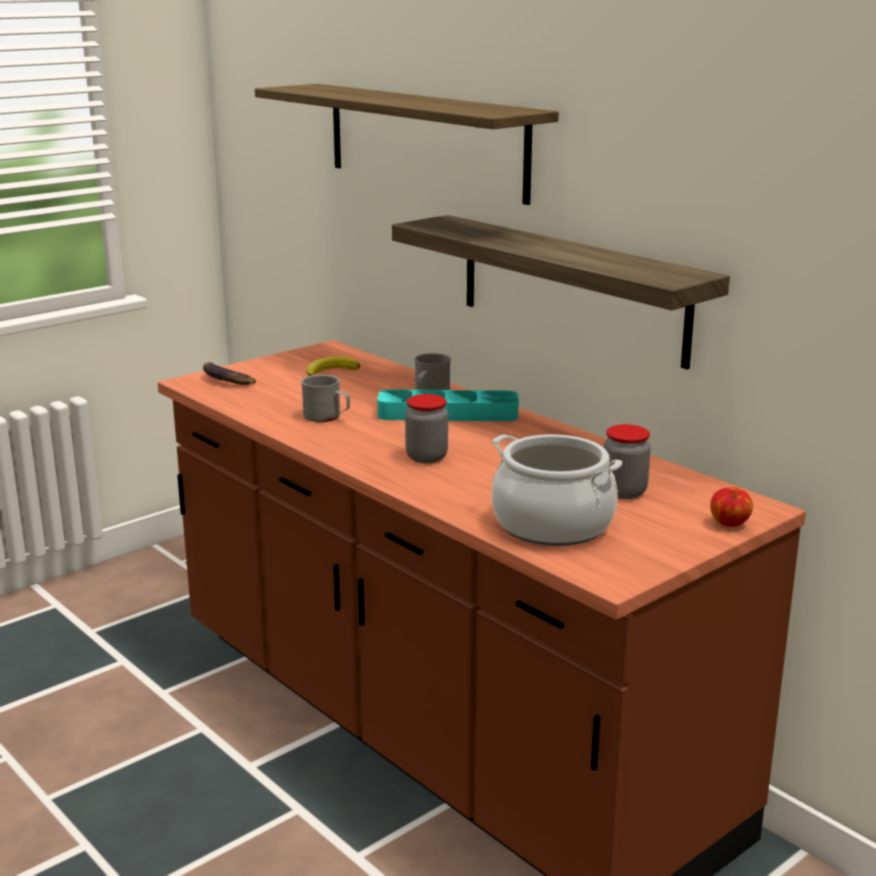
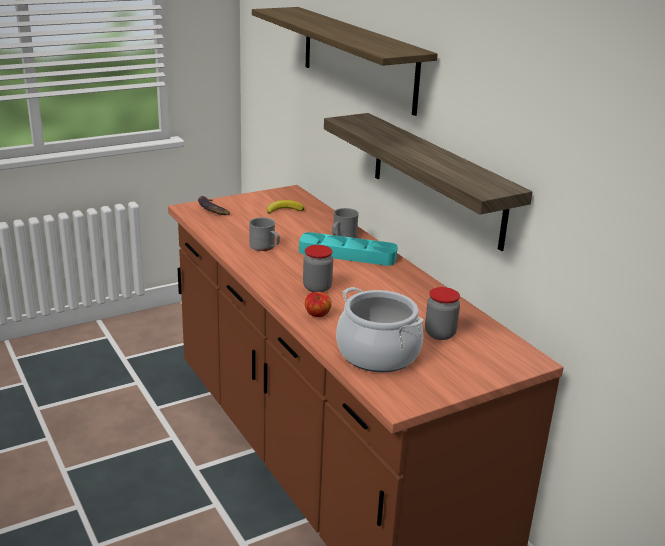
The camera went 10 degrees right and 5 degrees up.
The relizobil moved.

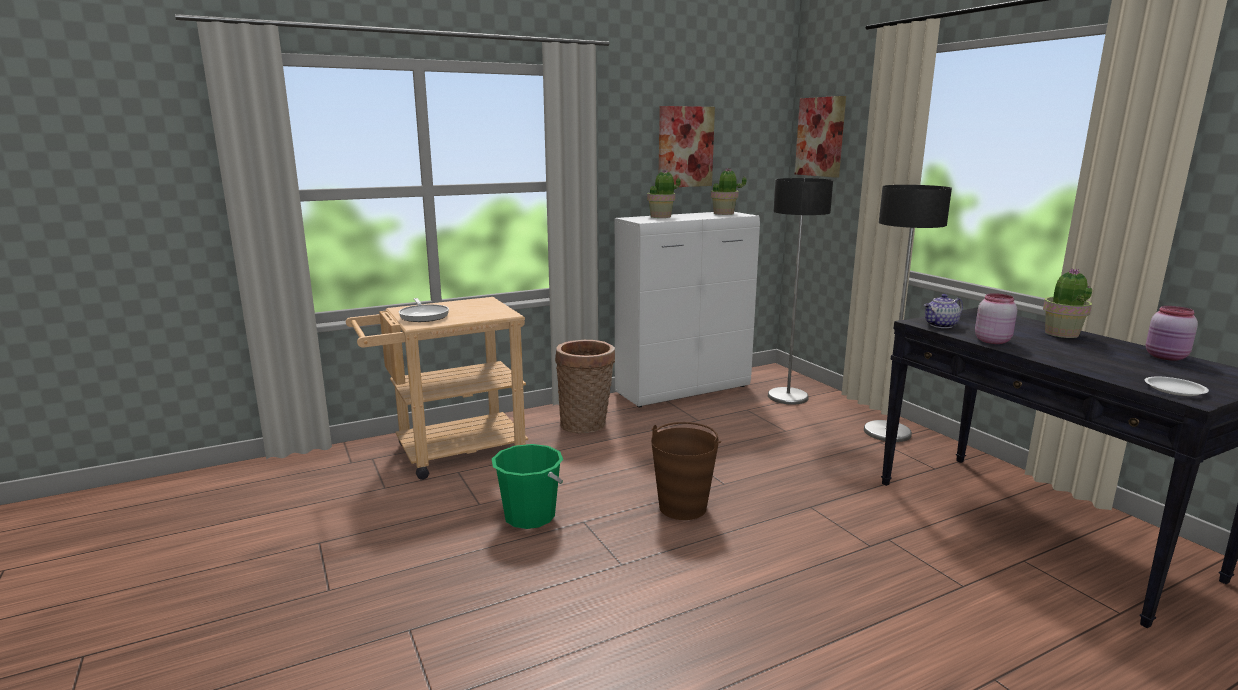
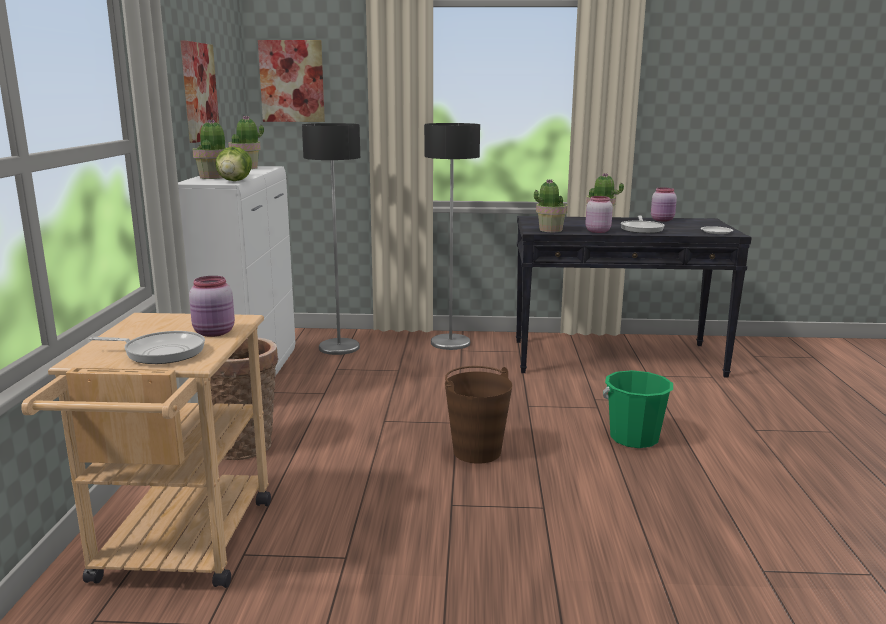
The camera went 60 degrees left and 0 degrees up.
The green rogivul moved.
The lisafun was replaced by the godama (3rd from left).
The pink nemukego (1st from left) appeared.
The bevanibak appeared.
The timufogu (2nd from left) appeared.

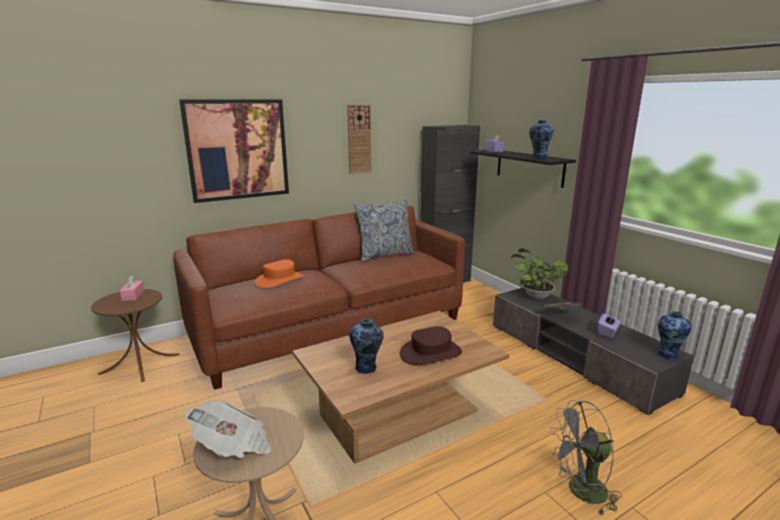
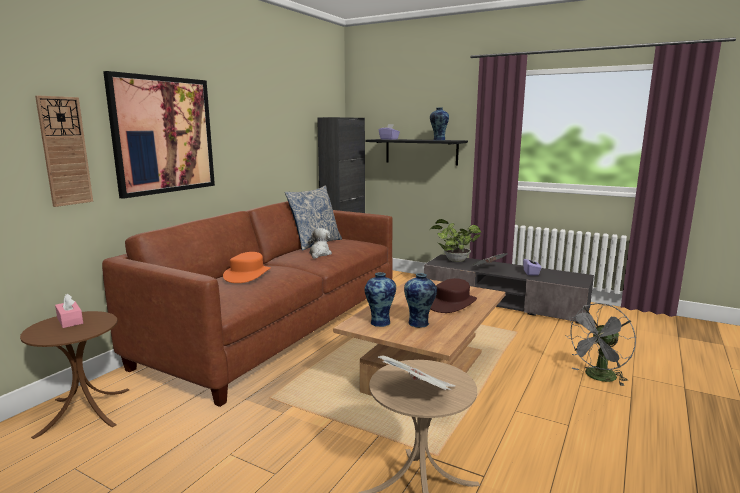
The camera went 30 degrees left and 5 degrees down.
The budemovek moved.
The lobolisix (3rd from left in the first image) moved.
The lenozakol appeared.

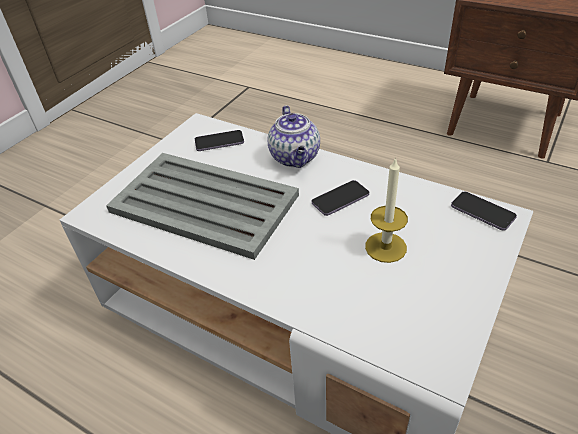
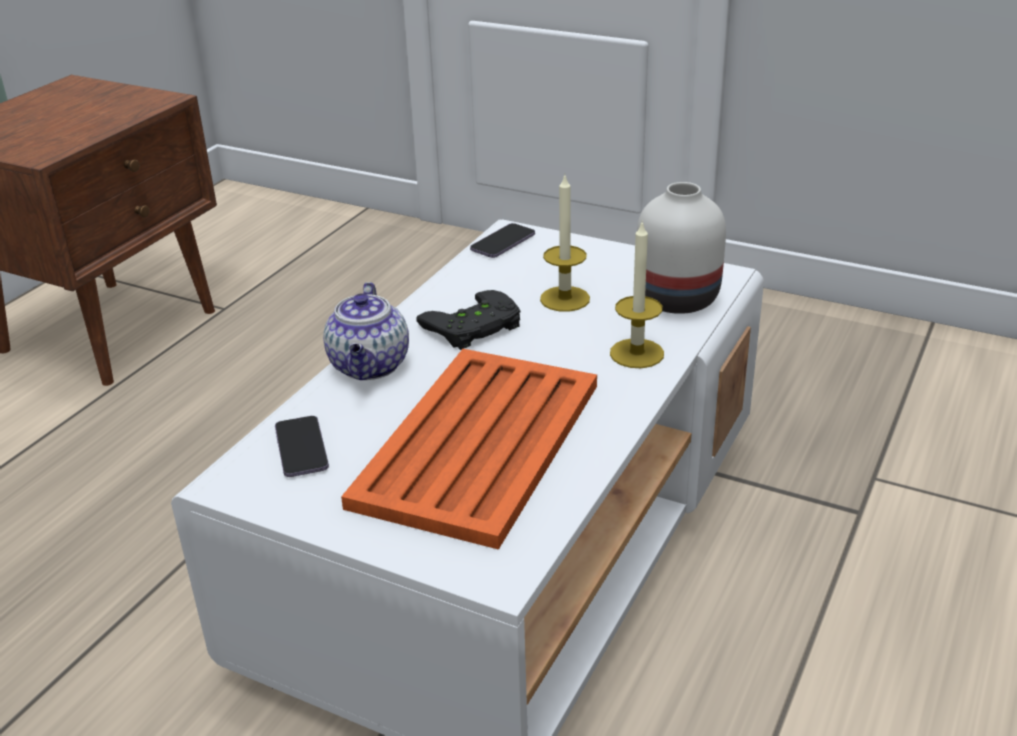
The camera went 95 degrees left and 10 degrees down.
The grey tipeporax became the orange tipeporax.
The lisafun turned 105 degrees clockwise.
The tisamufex (2nd from left) was replaced by the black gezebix.
The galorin (2nd from left) appeared.
The white lobolisix appeared.

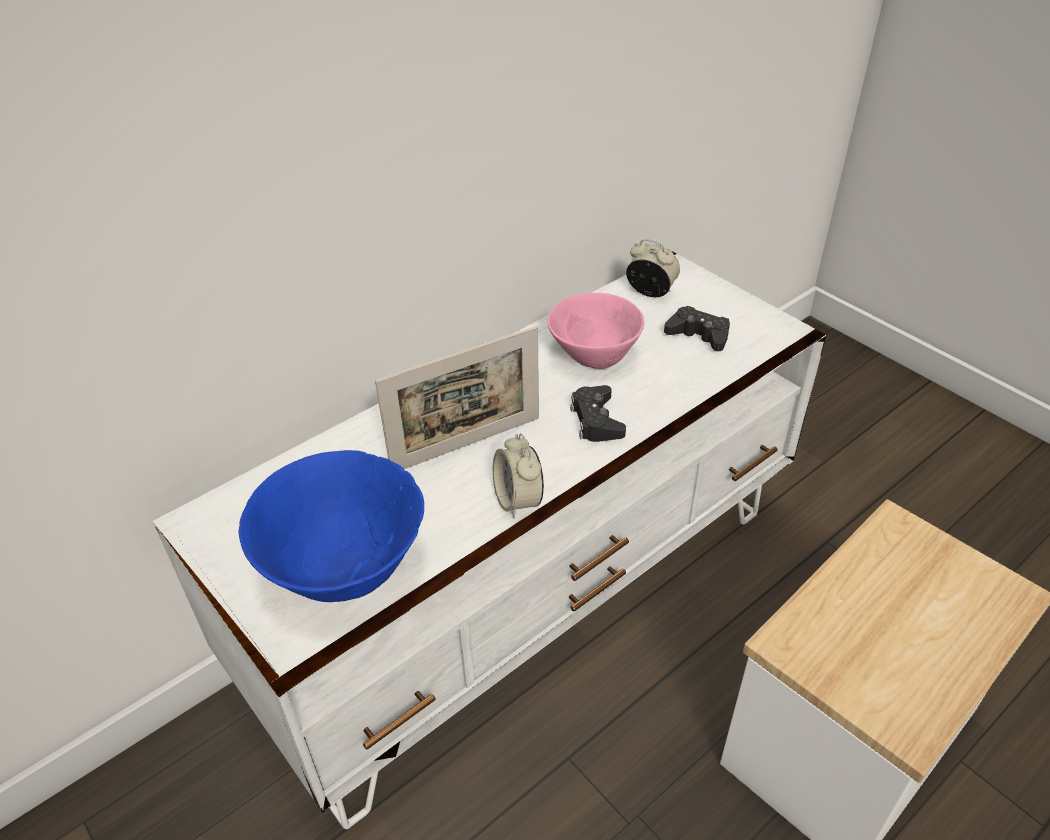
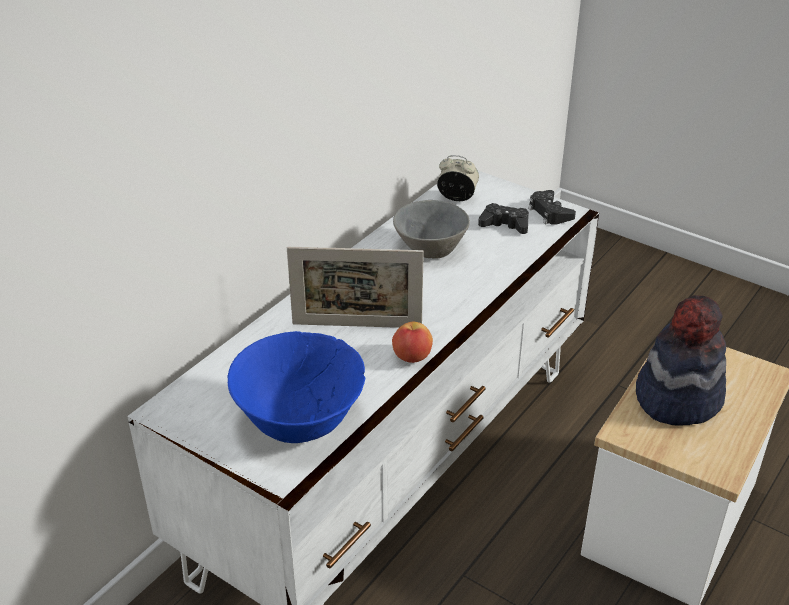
The camera went 15 degrees left and 5 degrees down.
The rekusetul turned 45 degrees clockwise.
The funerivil (1st from left) was replaced by the relizobil.
The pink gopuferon became the grey gopuferon.
The black gezebix (1st from left in the first image) moved.
The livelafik appeared.

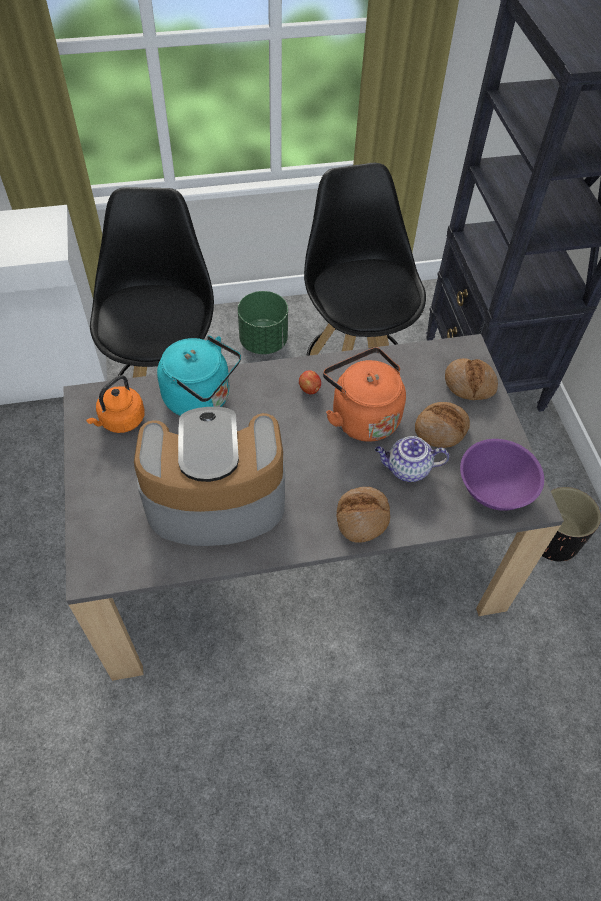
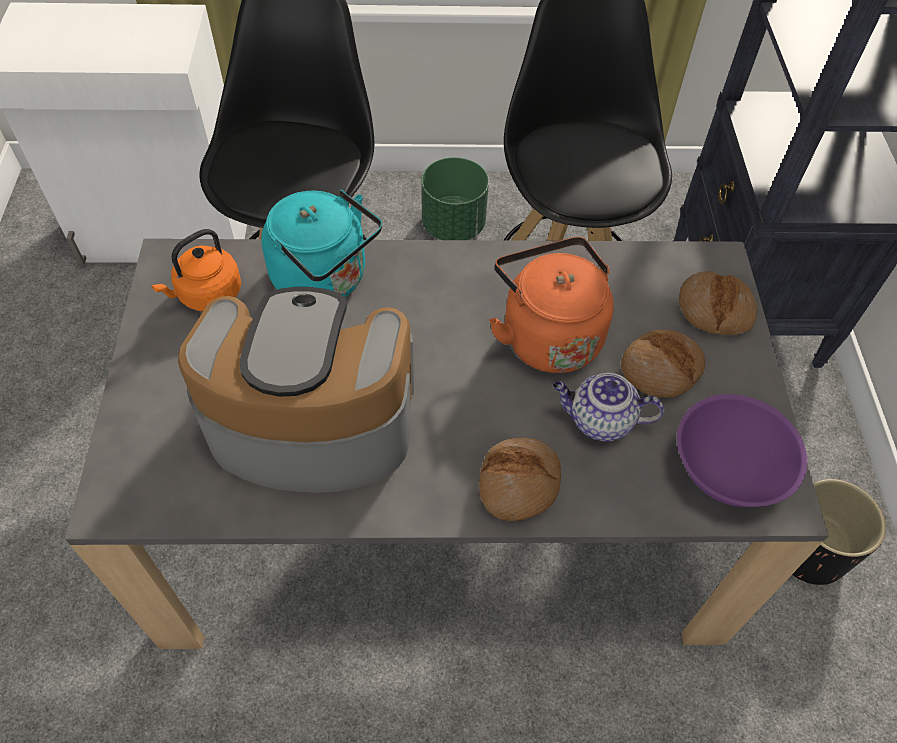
The camera went 10 degrees right and 0 degrees up.
The relizobil disappeared.

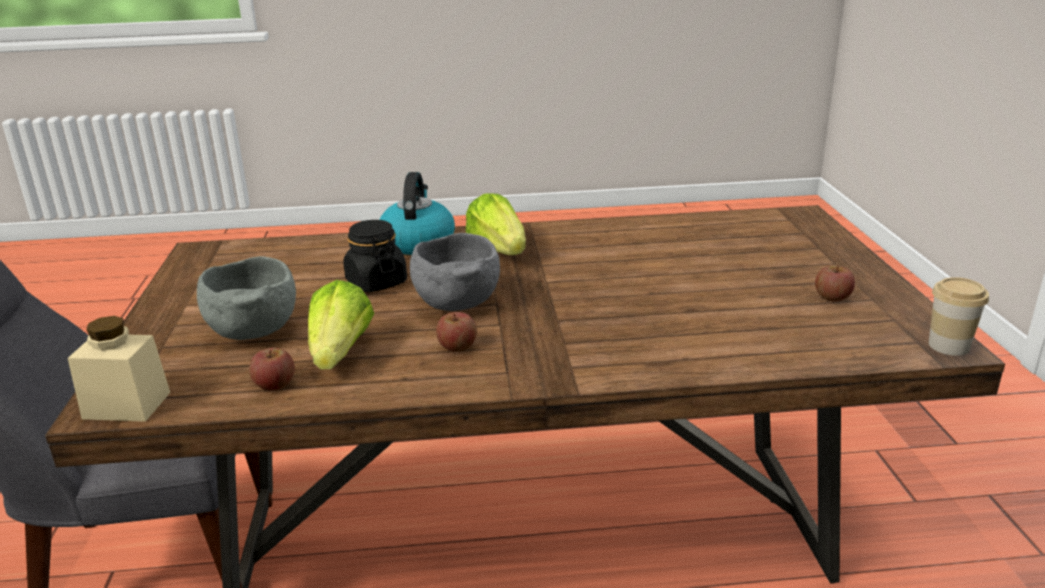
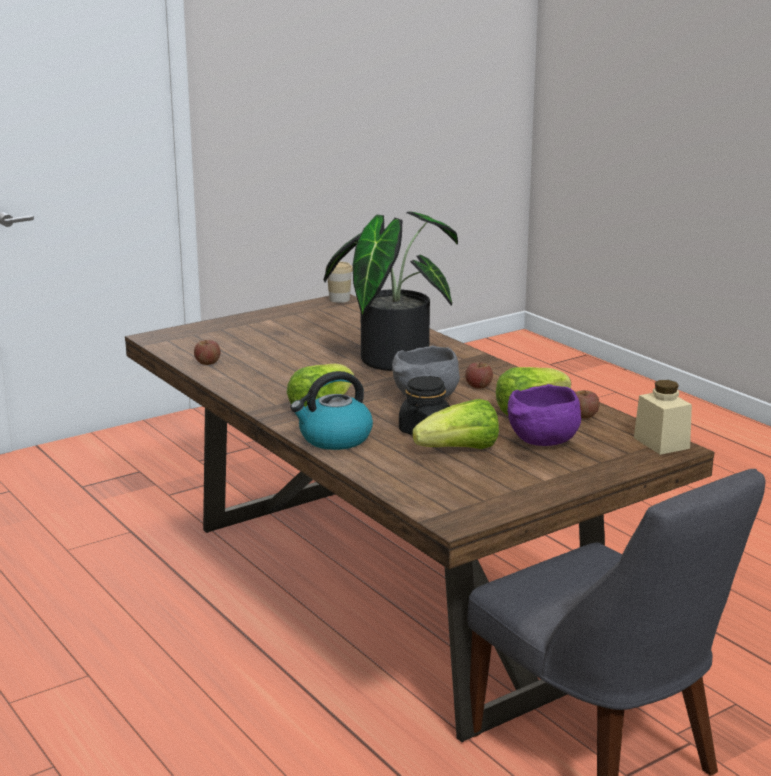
The camera went 120 degrees left and 5 degrees down.
The grey gopuferon (1st from left) became the purple gopuferon.
The relizobil (3rd from left in the first image) moved.
The godama appeared.
The bevanibak (2nd from left) appeared.

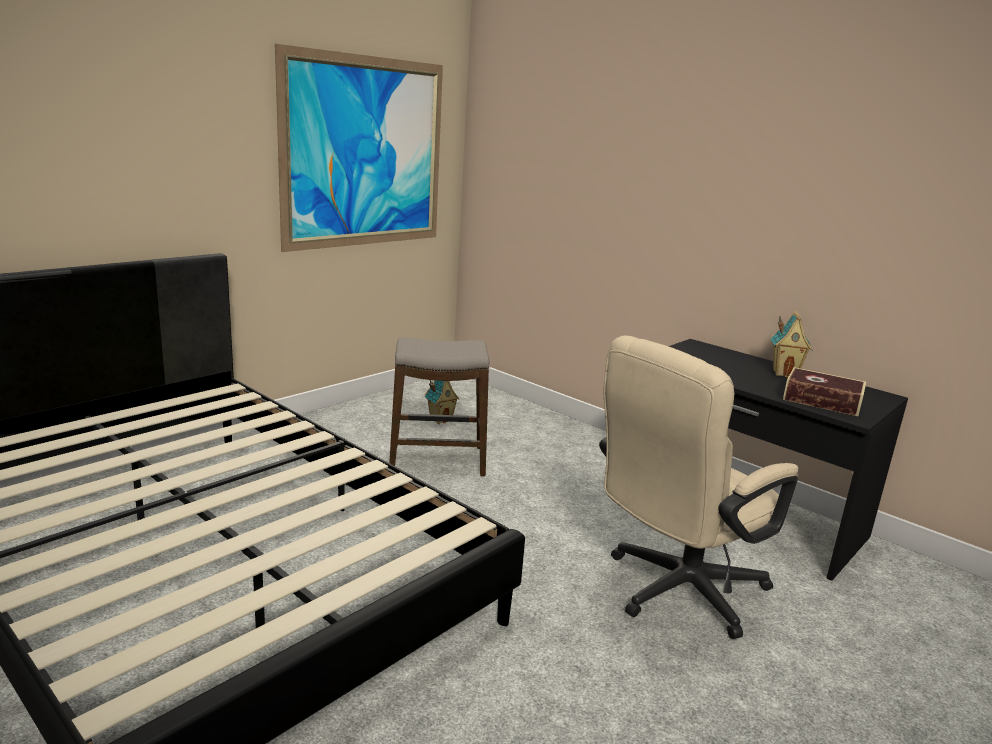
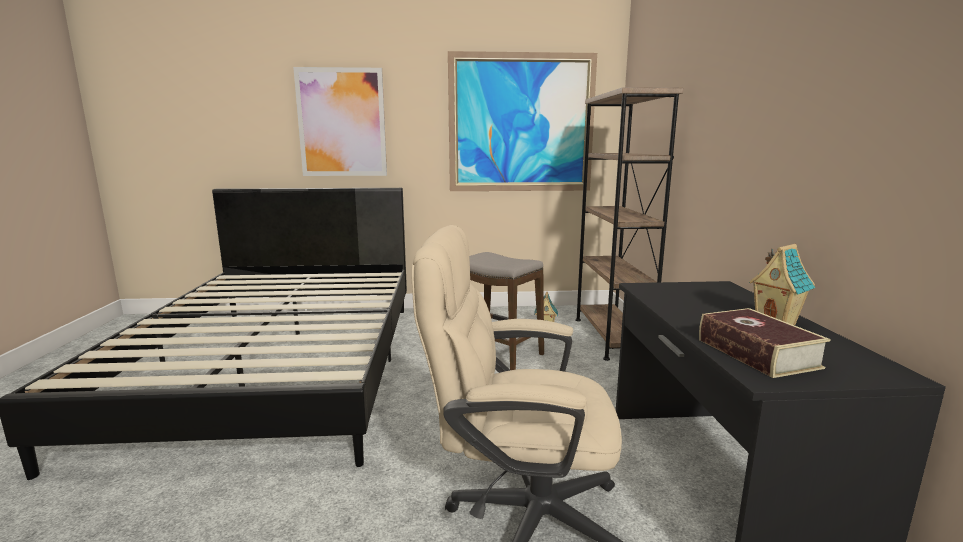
The camera went 45 degrees right and 5 degrees down.
The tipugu (1st from left) appeared.
The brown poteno appeared.

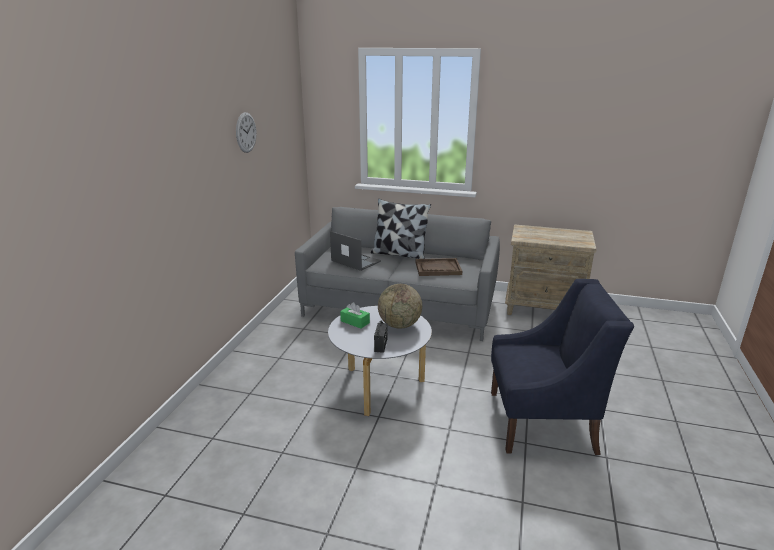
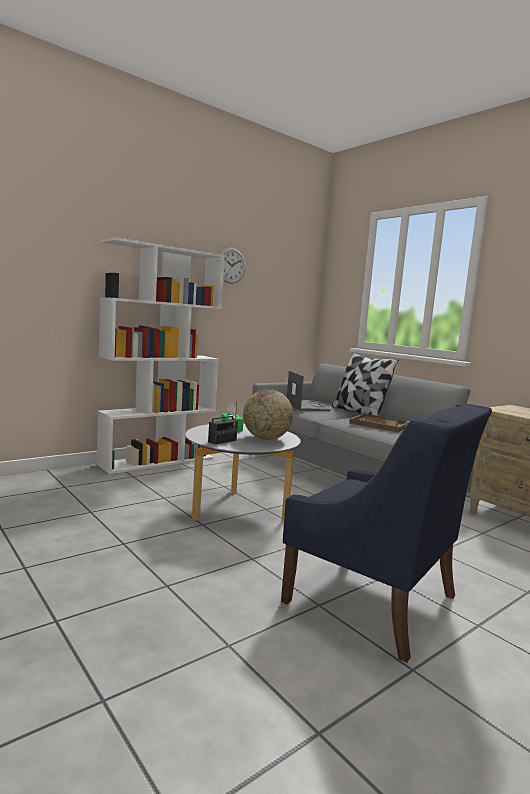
The camera went 35 degrees right and 15 degrees down.
The white poteno appeared.

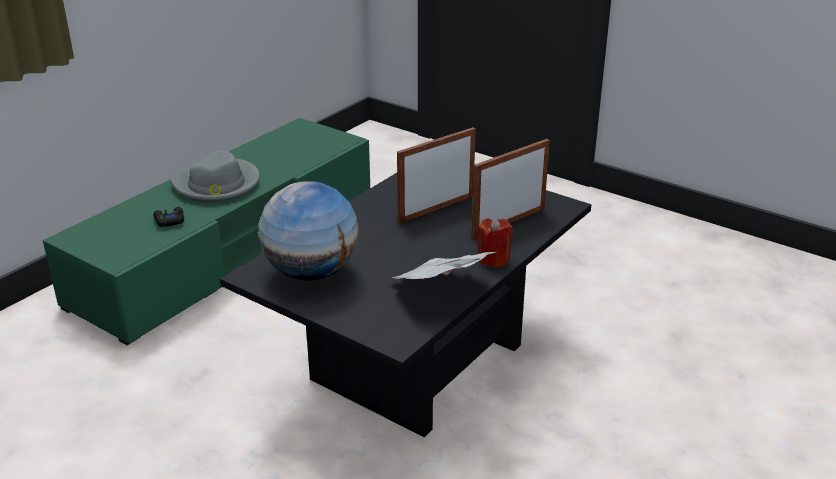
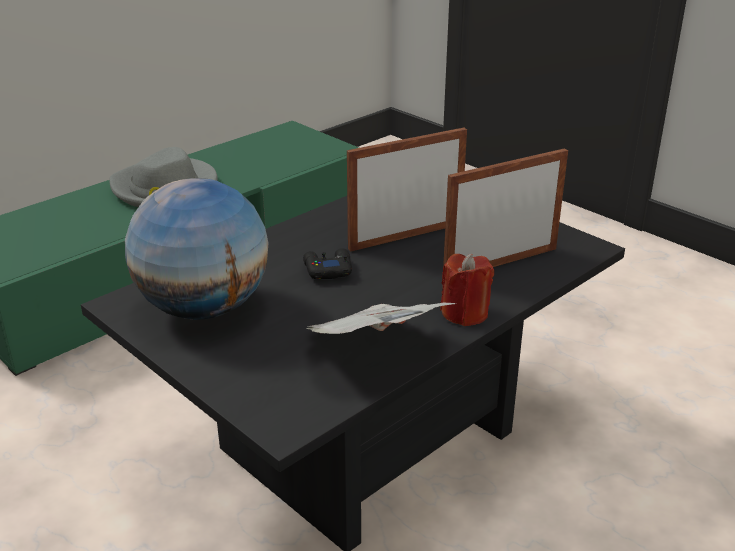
The camera went 10 degrees right and 0 degrees up.
The black gezebix moved.

